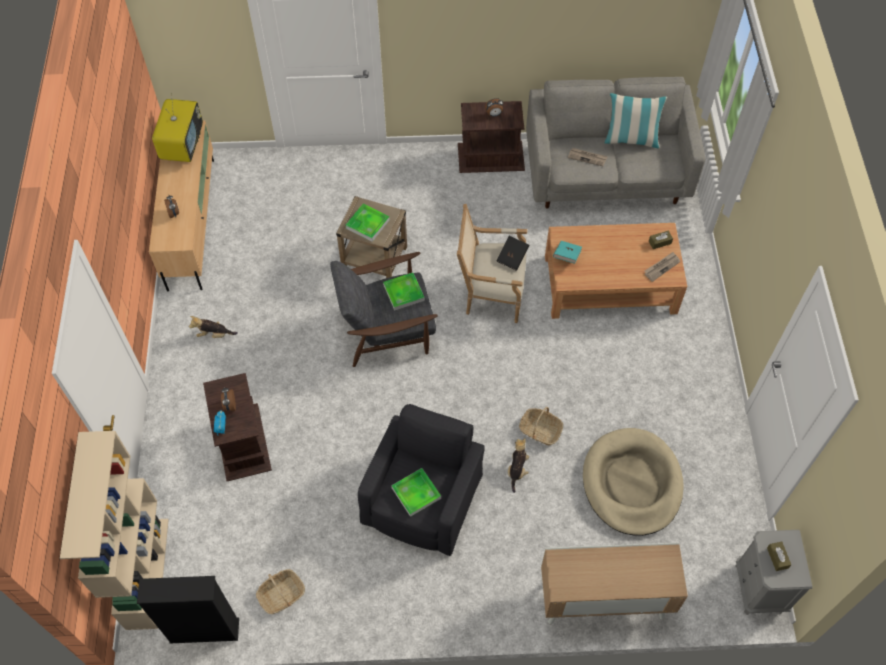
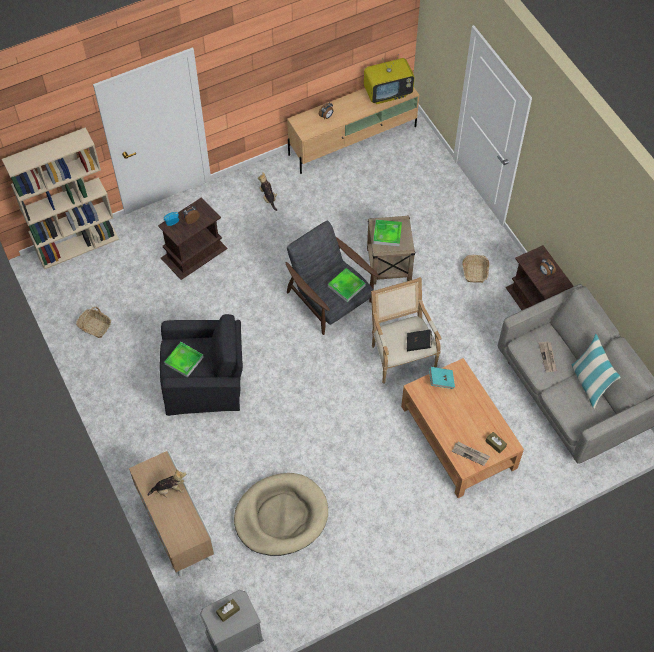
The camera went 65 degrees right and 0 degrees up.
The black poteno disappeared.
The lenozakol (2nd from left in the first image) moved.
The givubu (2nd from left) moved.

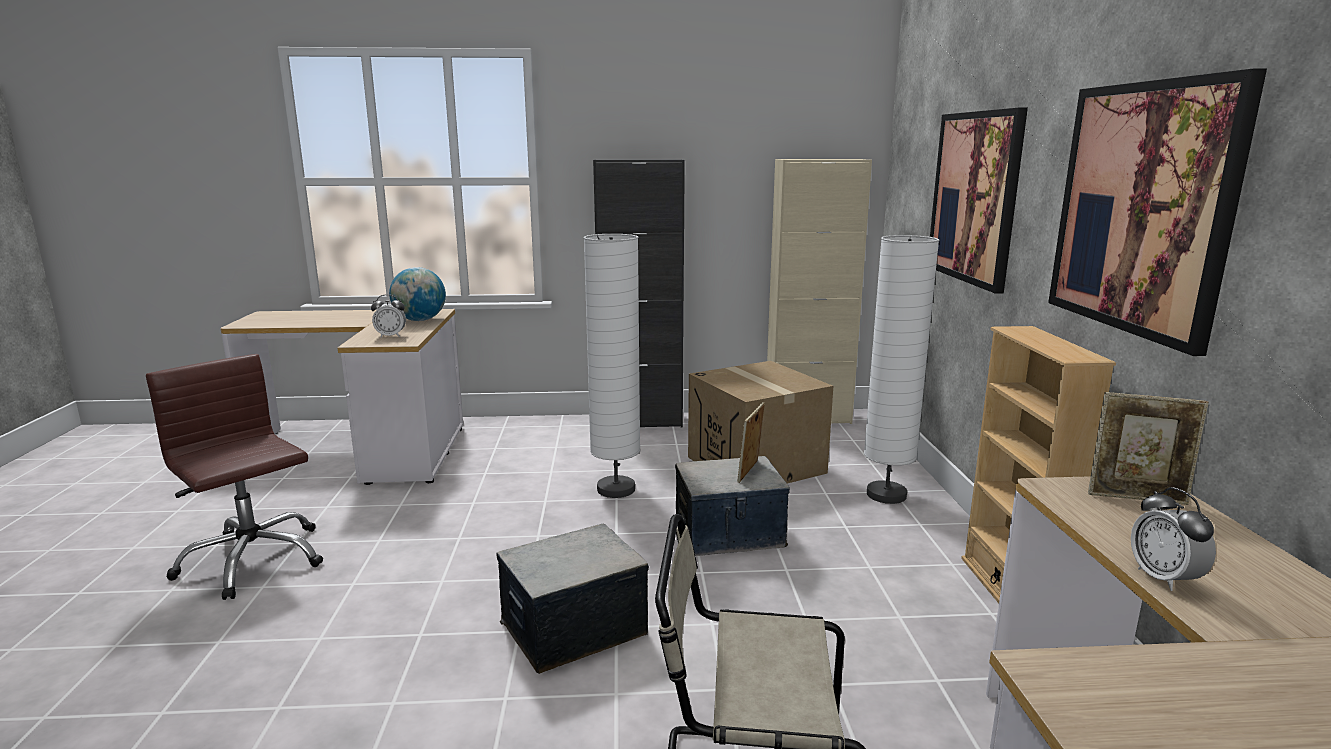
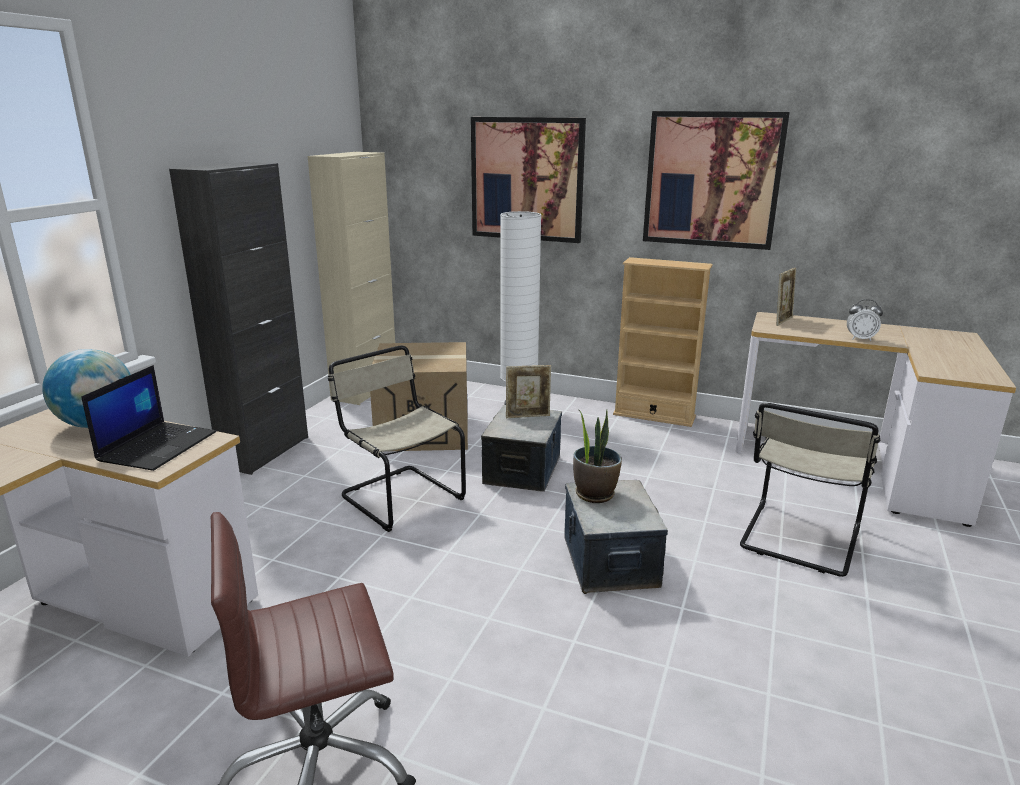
The camera went 65 degrees left and 5 degrees up.
The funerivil (1st from left) was replaced by the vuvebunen.
The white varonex (1st from left) was replaced by the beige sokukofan (1st from left).
The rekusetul (1st from left) turned 60 degrees counterclockwise.
The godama appeared.

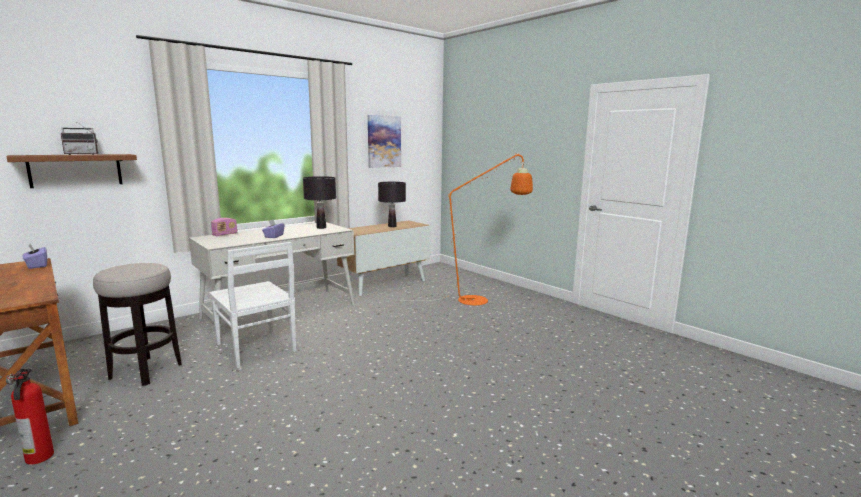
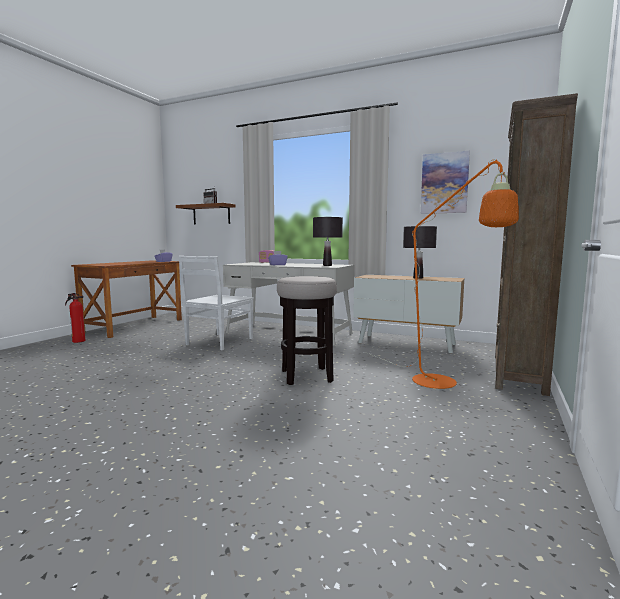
The camera went 65 degrees right and 5 degrees down.
The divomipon moved.
The brown poteno appeared.

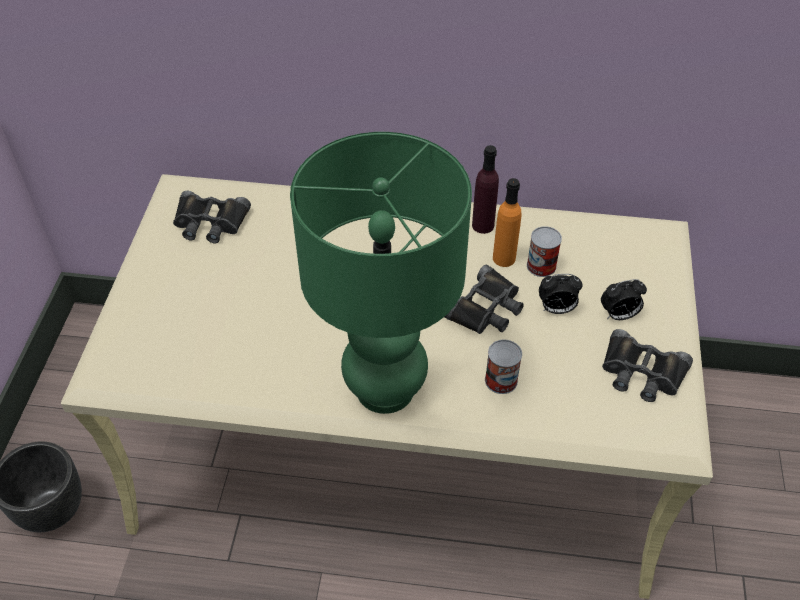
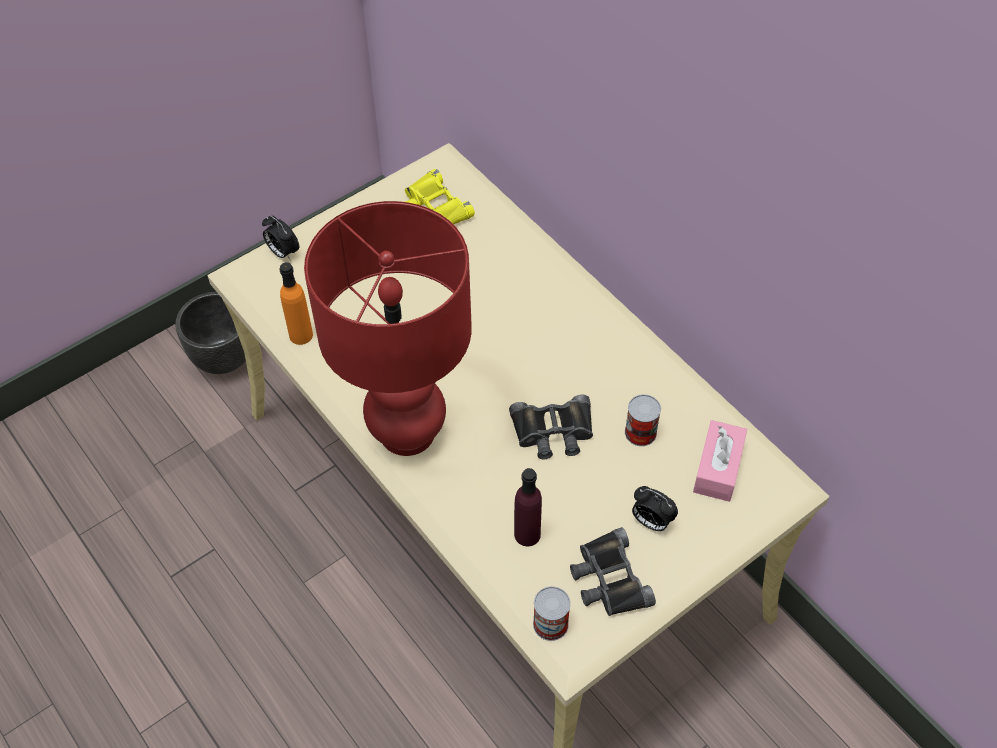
The camera went 45 degrees right and 5 degrees up.
The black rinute (1st from left) became the yellow rinute.
The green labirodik became the red labirodik.
The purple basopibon moved.
The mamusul (1st from left) moved.
The orange basopibon moved.
The funerivil (1st from left) moved.
The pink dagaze appeared.

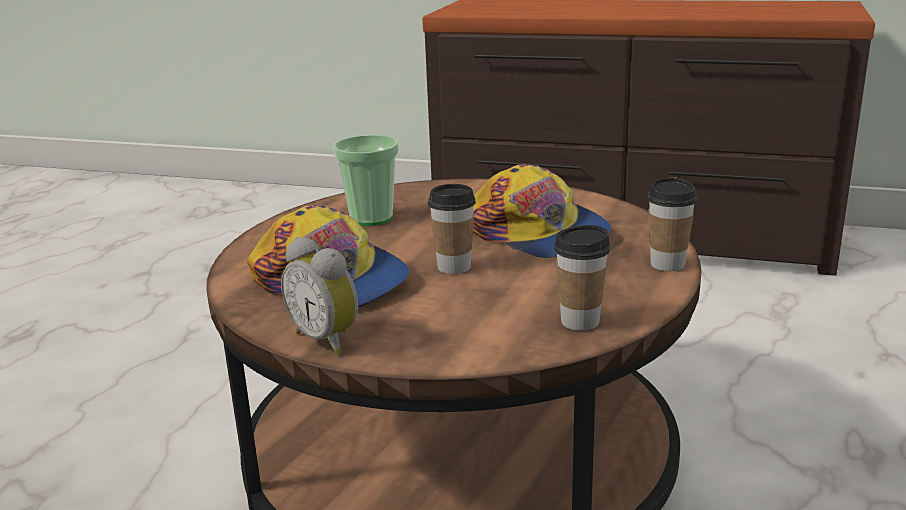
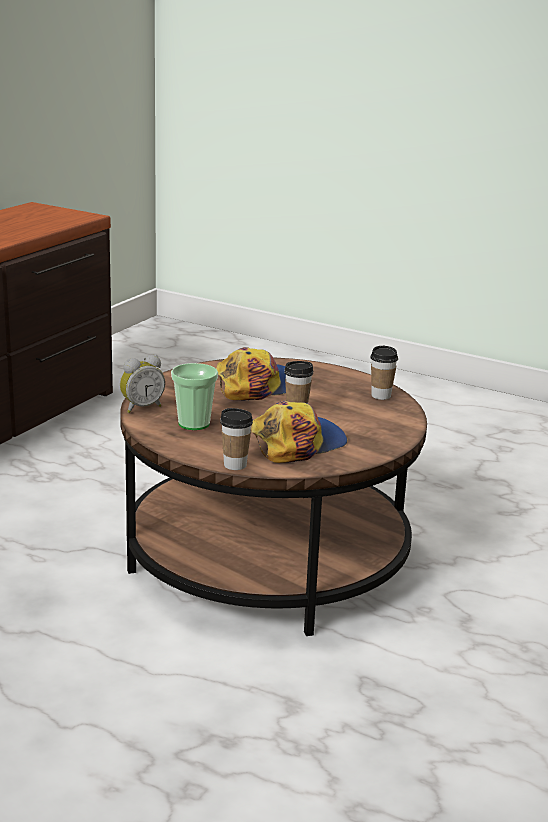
The camera went 80 degrees left and 0 degrees up.
The funerivil moved.
The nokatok (4th from left in the first image) moved.

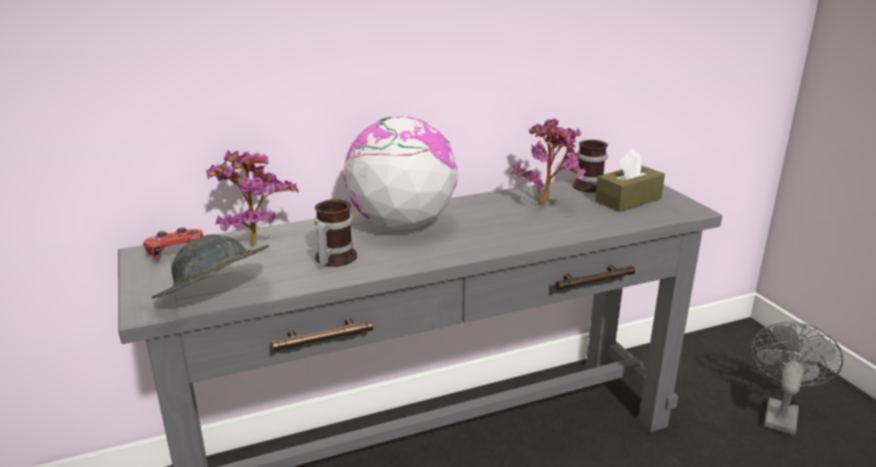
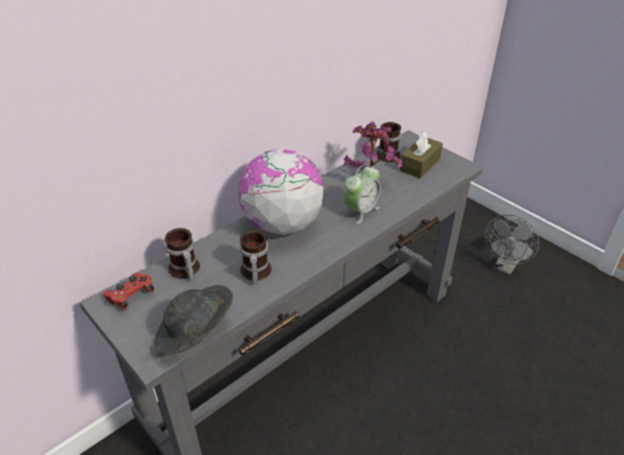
The camera went 20 degrees left and 15 degrees up.
The godama (1st from left) was replaced by the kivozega (1st from left).
The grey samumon turned 150 degrees counterclockwise.
The funerivil appeared.

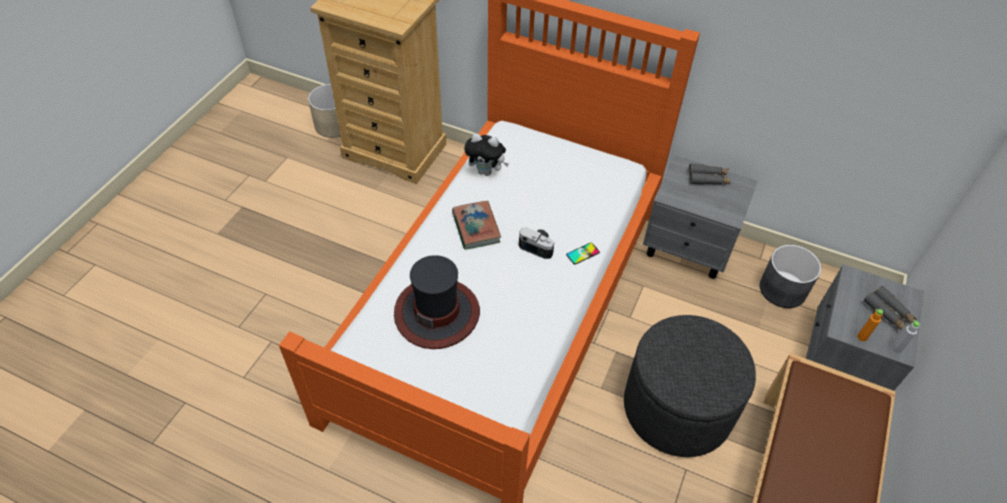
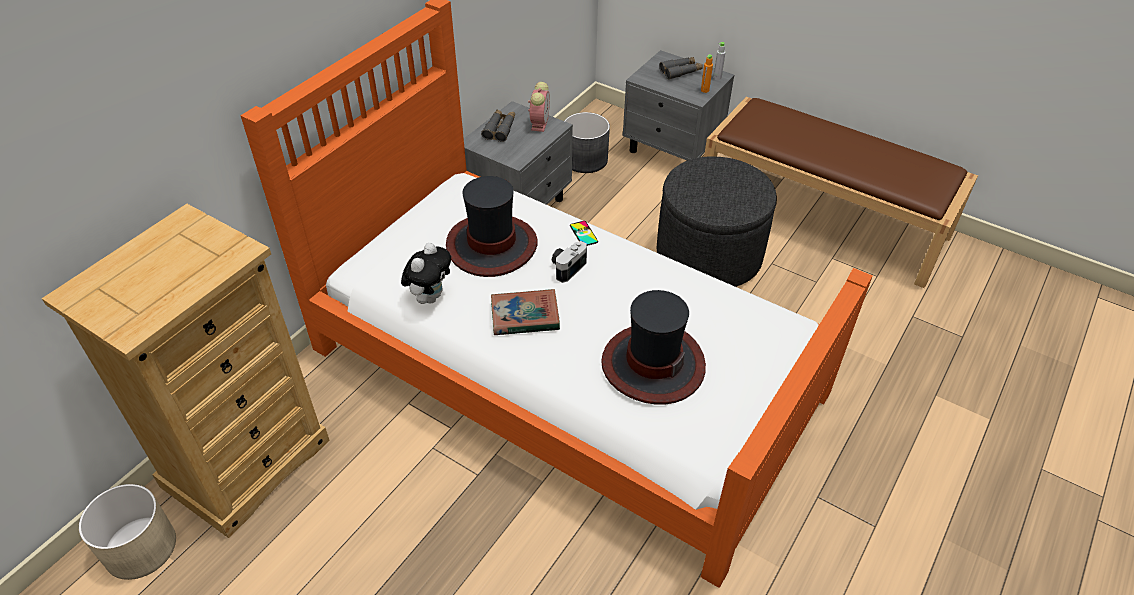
The camera went 80 degrees left and 5 degrees down.
The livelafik (1st from left) appeared.
The funerivil appeared.

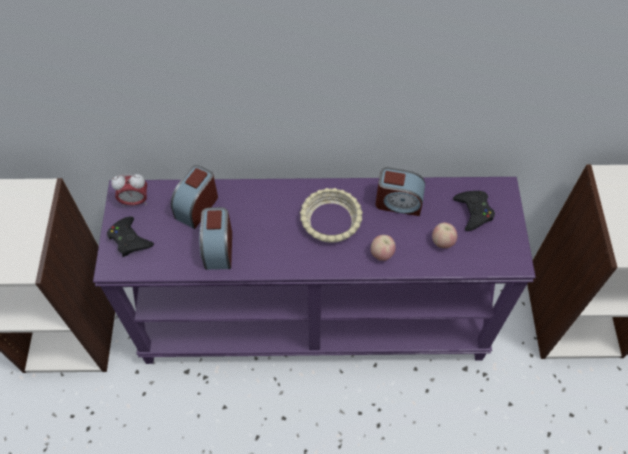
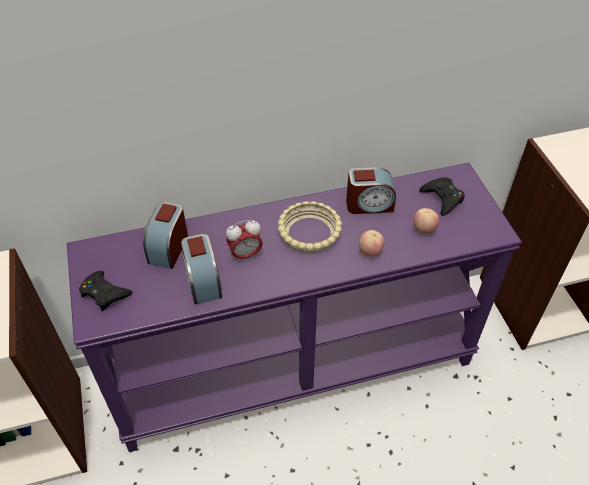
The camera went 15 degrees left and 10 degrees down.
The funerivil (1st from left in the first image) moved.

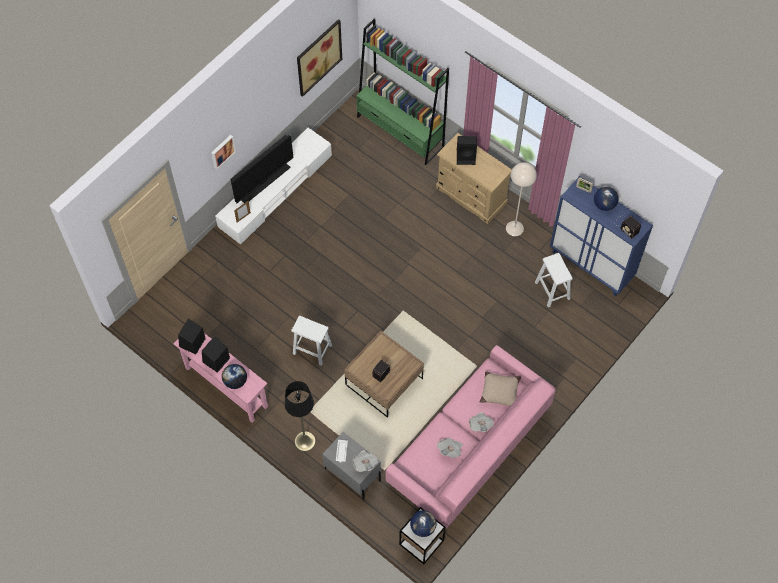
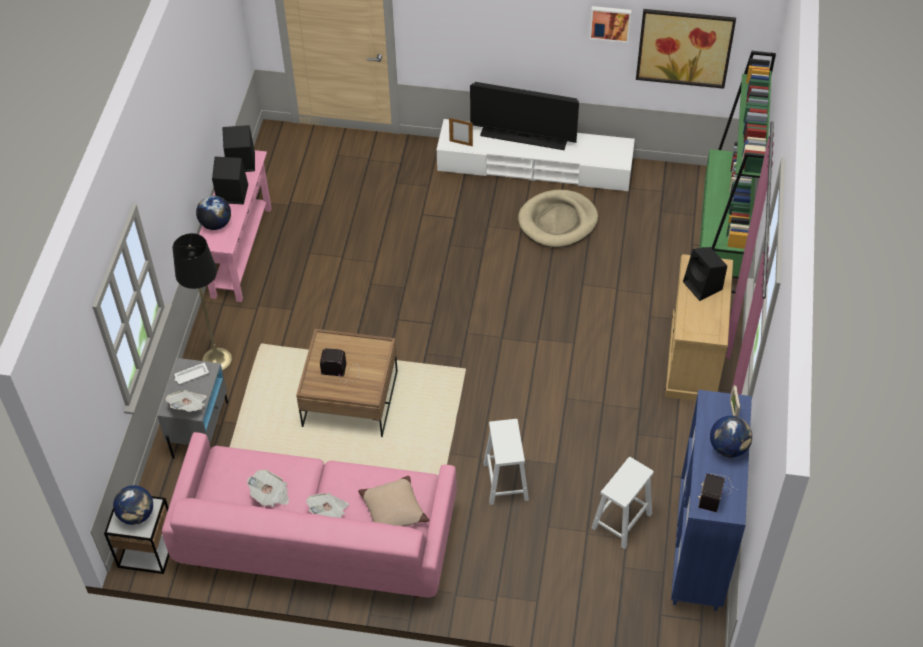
The camera went 60 degrees right and 10 degrees down.
The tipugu (1st from left) moved.
The white divomipon (1st from left) moved.
The beige varonex disappeared.
The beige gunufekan appeared.

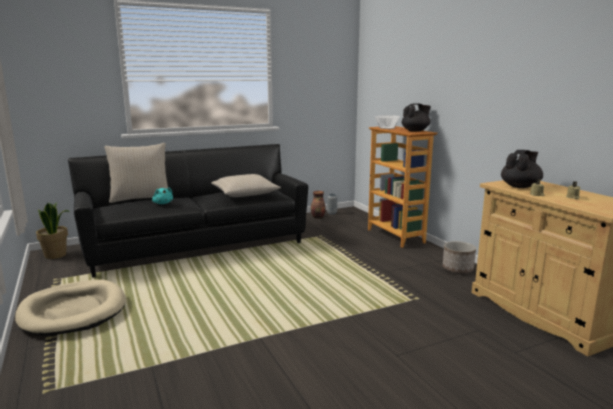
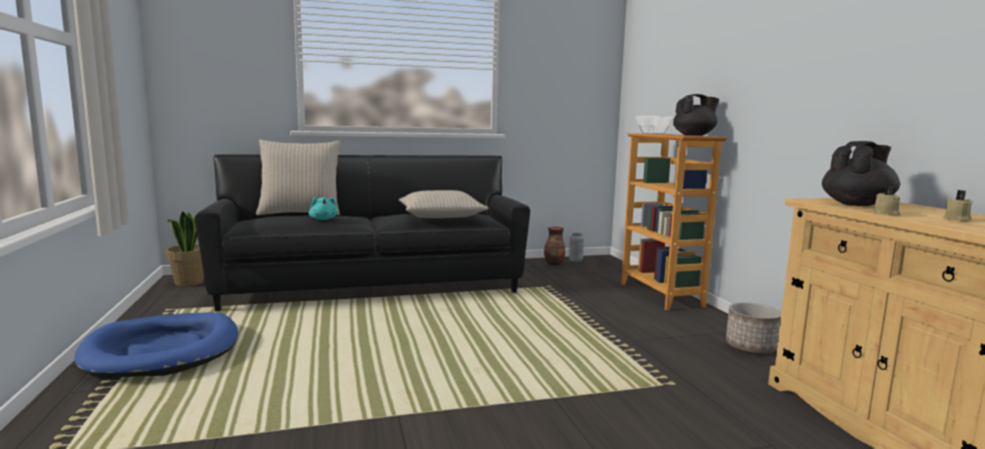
The camera went 10 degrees right and 5 degrees down.
The beige gunufekan became the blue gunufekan.

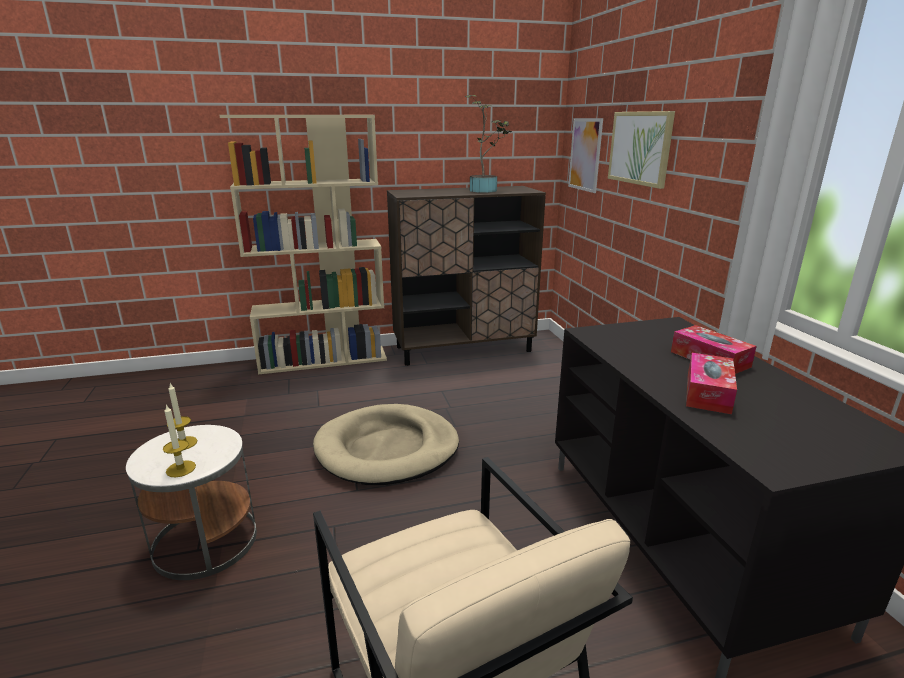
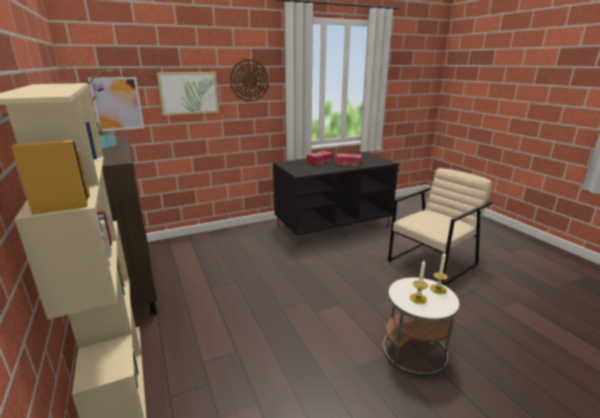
The camera went 100 degrees left and 0 degrees up.
The beige gunufekan disappeared.
The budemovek appeared.

